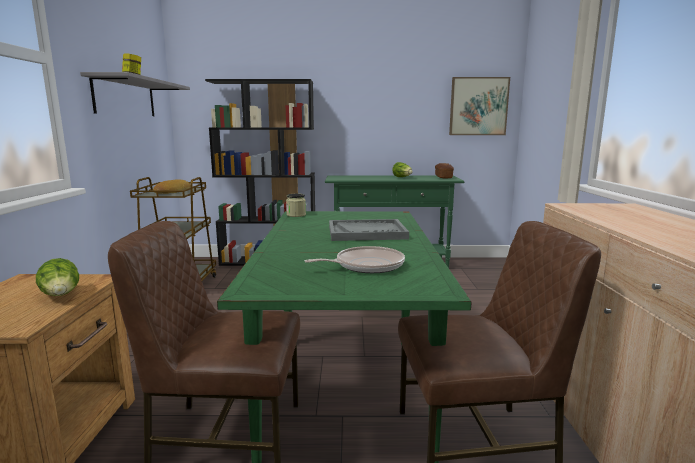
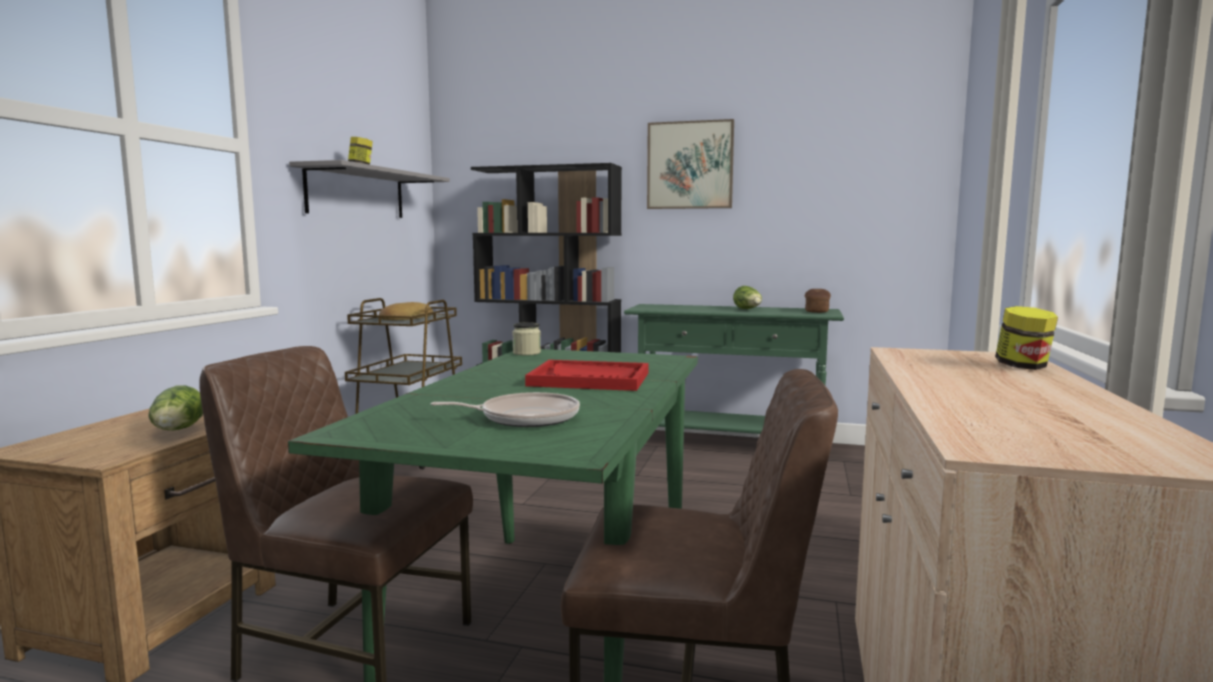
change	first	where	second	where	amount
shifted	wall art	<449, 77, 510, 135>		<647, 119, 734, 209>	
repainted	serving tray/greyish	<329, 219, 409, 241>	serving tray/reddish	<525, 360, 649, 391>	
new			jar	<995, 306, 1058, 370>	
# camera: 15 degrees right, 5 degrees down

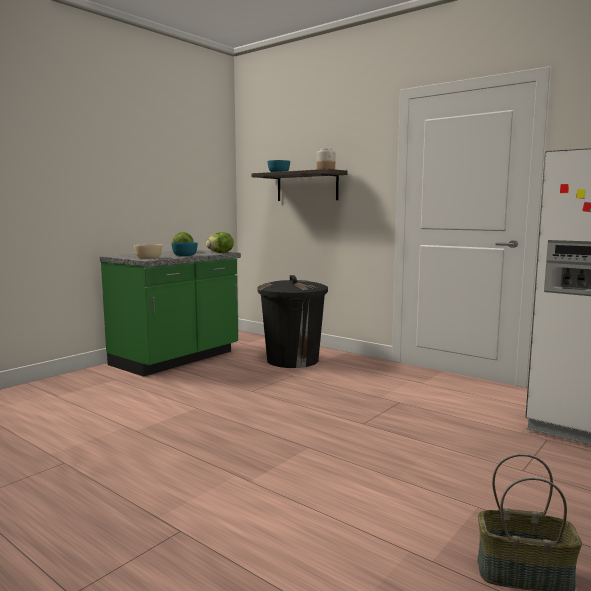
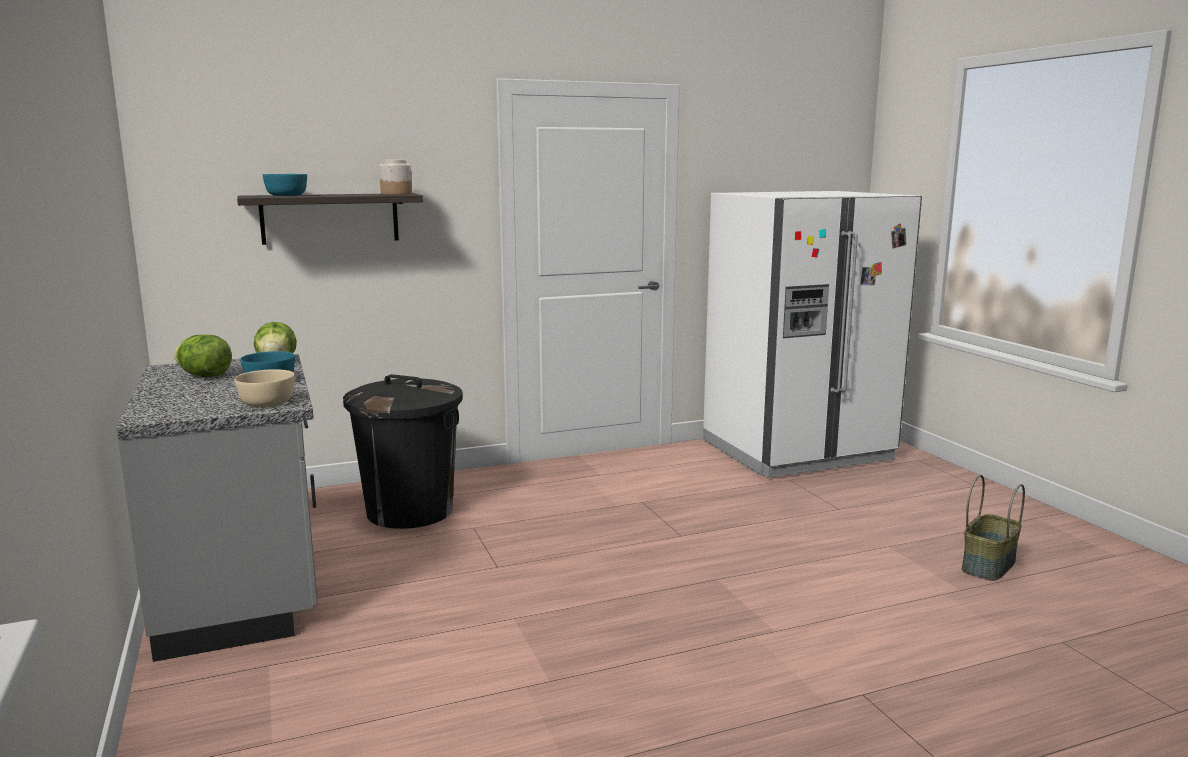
change	first	where	second	where	amount
repainted	kitchen counter/green-coloured	<100, 250, 241, 377>	kitchen counter/greyish	<116, 354, 318, 662>	
# camera: 60 degrees left, 5 degrees up

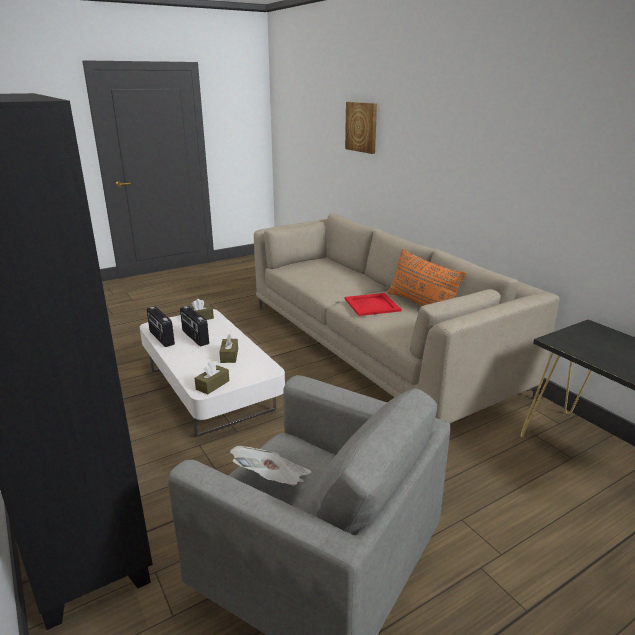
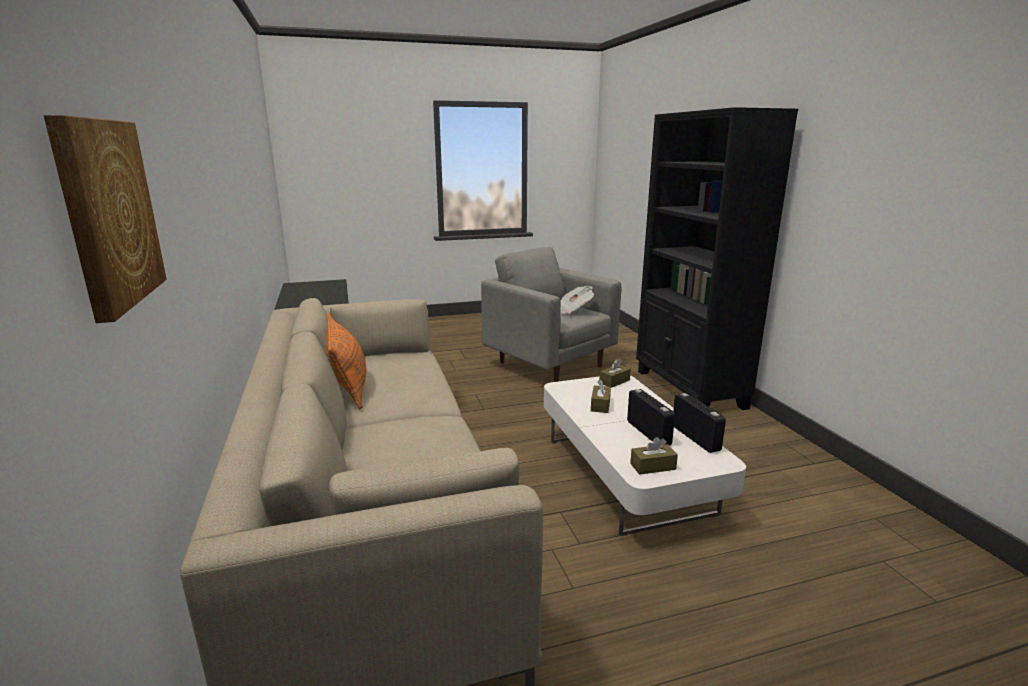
change	first	where	second	where	amount
gone	serving tray/reddish	<345, 293, 402, 316>			
# camera: 165 degrees left, 5 degrees down

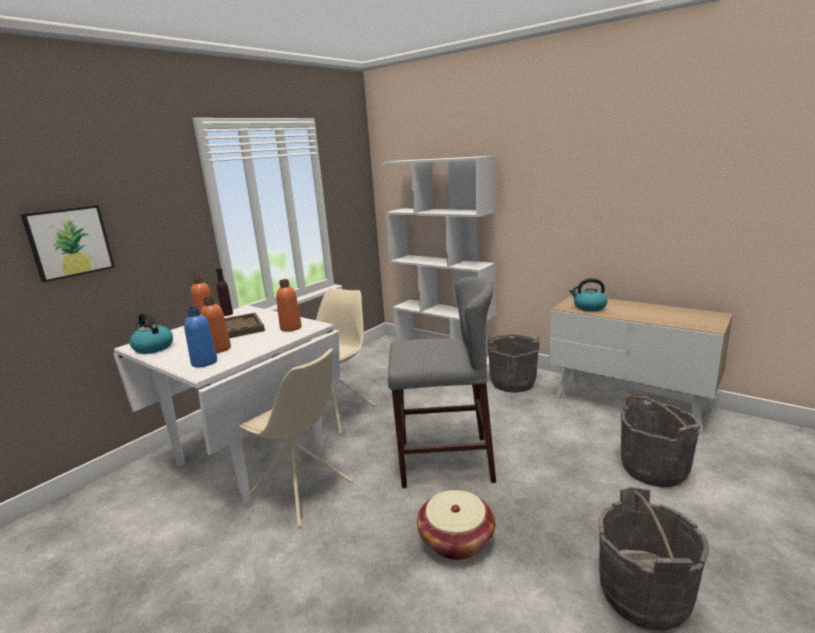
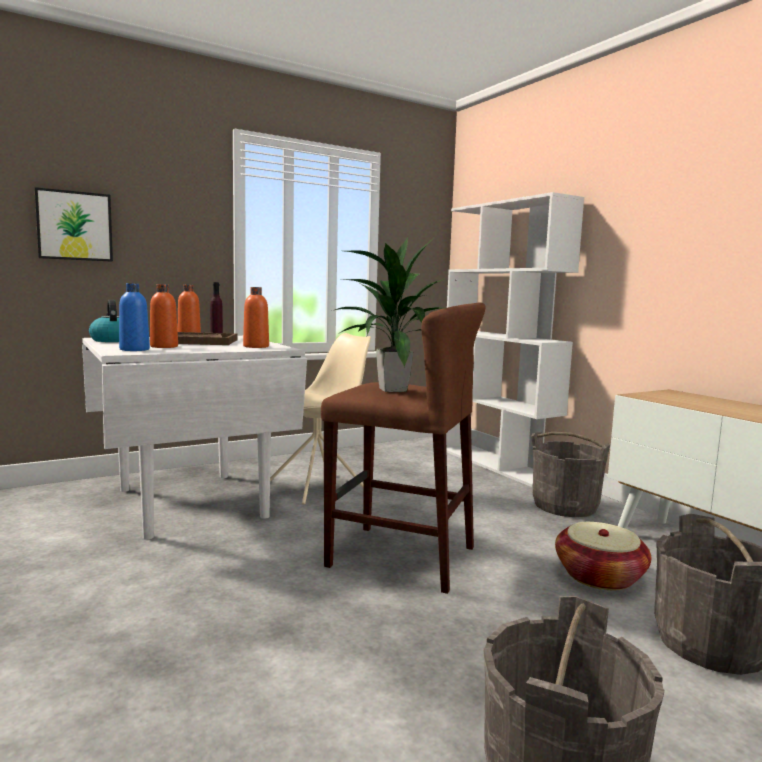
change	first	where	second	where	amount
repainted	sitting stool/greyish	<388, 277, 496, 488>	sitting stool/brown	<321, 302, 485, 594>	
gone	kettle	<570, 278, 608, 311>			
gone	upright chair/beige	<239, 348, 352, 527>			
shifted	storage basket	<417, 490, 495, 560>		<555, 522, 651, 590>	
new			potted plant	<331, 238, 445, 392>	
# camera: 20 degrees right, 10 degrees down

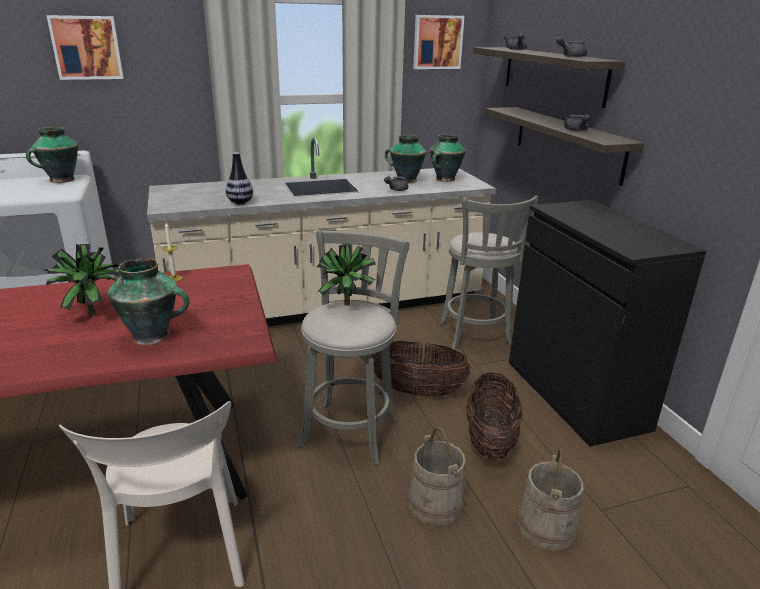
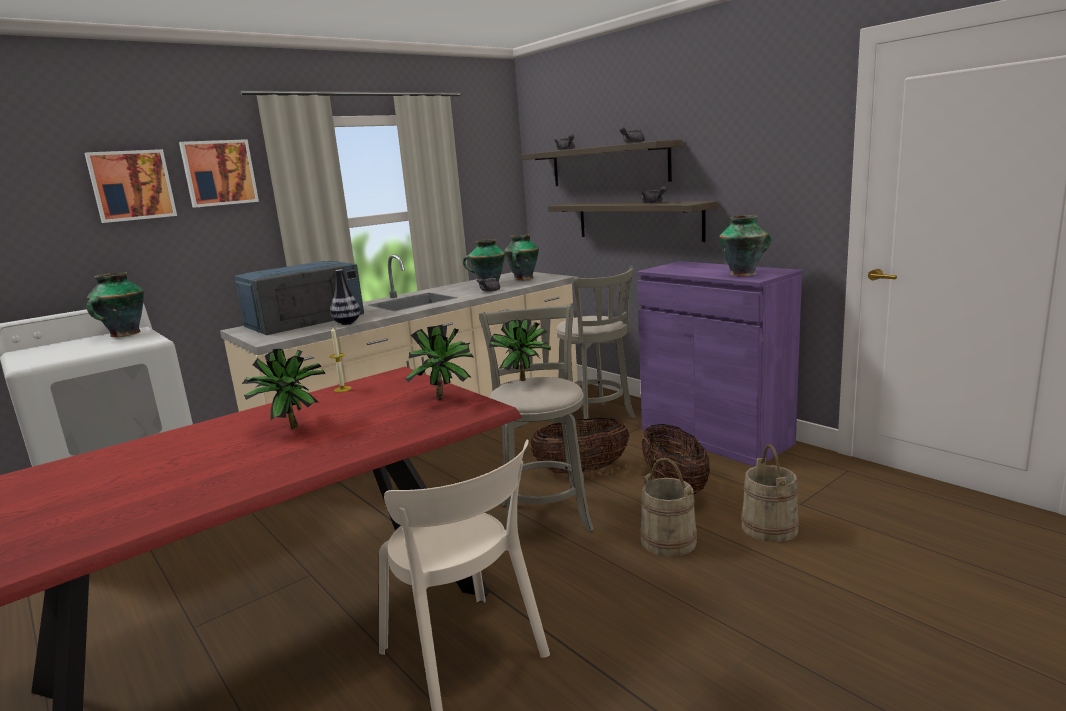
change	first	where	second	where	amount
shifted	wall art	<413, 15, 464, 69>		<179, 139, 259, 208>	
repainted	storage cabinet/black	<509, 200, 706, 447>	storage cabinet/purple-coloured	<637, 261, 802, 467>	
shifted	decorative vase	<108, 258, 190, 345>		<719, 215, 771, 276>	
new			kitchen microwave/blue	<234, 261, 364, 335>	
new			potted plant	<405, 325, 474, 400>	
# camera: 20 degrees left, 10 degrees down

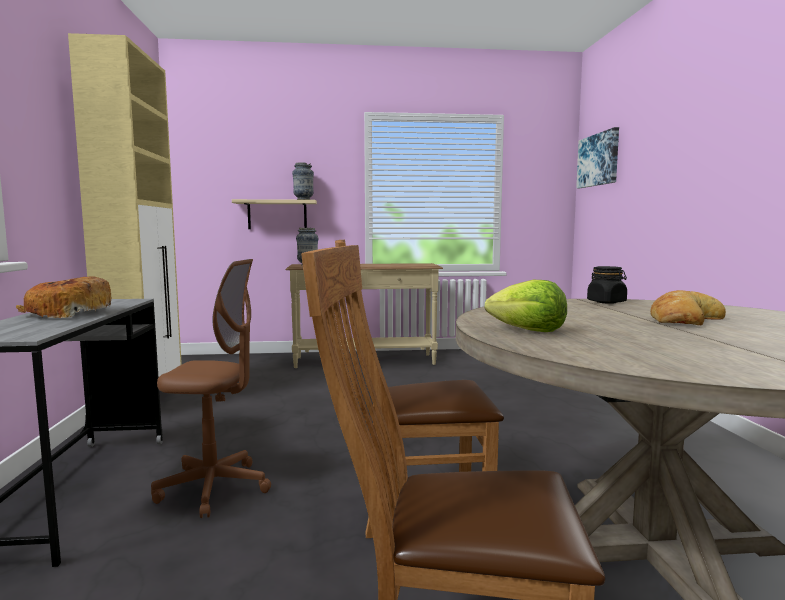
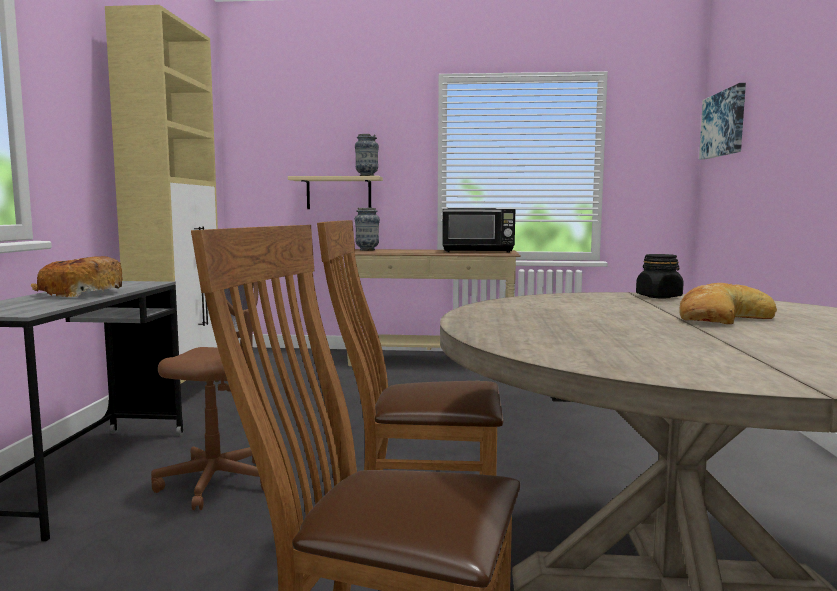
change	first	where	second	where	amount
gone	head of lettuce	<485, 280, 567, 332>			
new			kitchen microwave/black	<442, 208, 515, 253>	
# camera: 10 degrees right, 0 degrees up

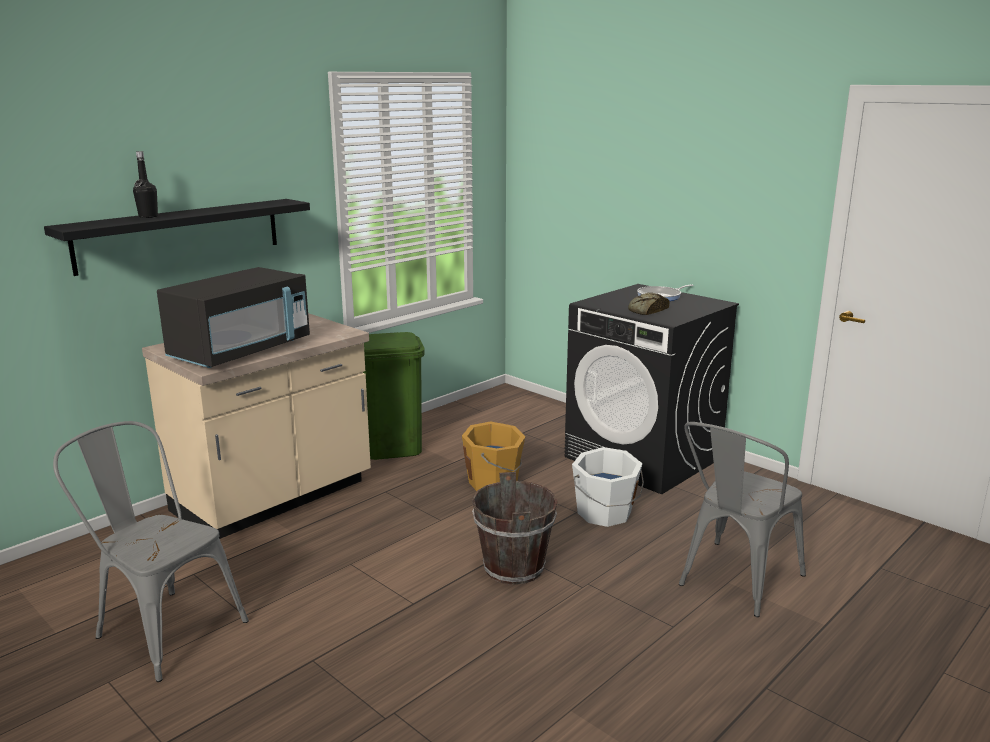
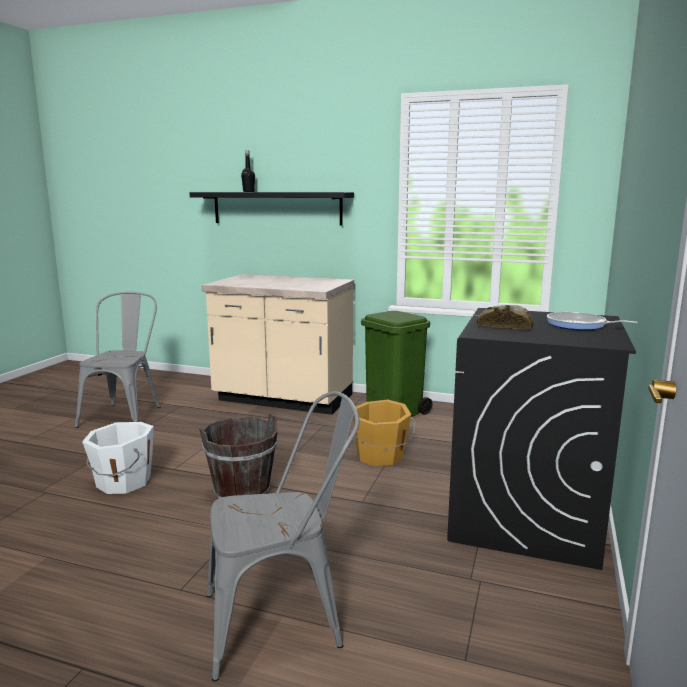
change	first	where	second	where	amount
gone	kitchen microwave/black	<157, 267, 310, 368>			
rotated	upright chair/greyish	<679, 422, 806, 617>		<207, 391, 359, 681>	150 degrees clockwise
shifted	pail/whitish	<572, 447, 644, 527>		<82, 422, 153, 494>	
# camera: 65 degrees right, 5 degrees down

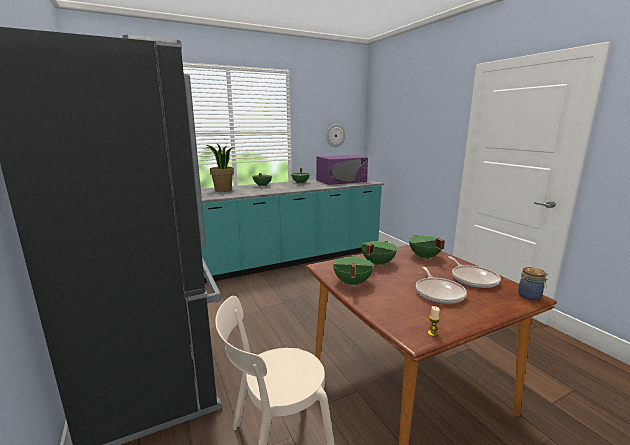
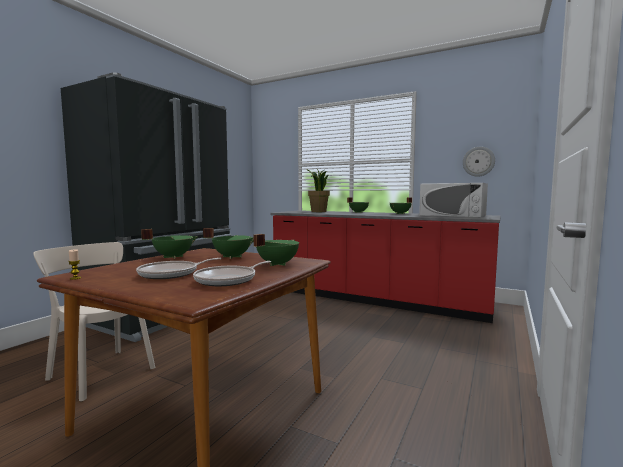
change	first	where	second	where	amount
repainted	kitchen microwave/purple-coloured	<316, 155, 368, 185>	kitchen microwave/whitish	<419, 183, 488, 218>	
repainted	kitchen counter/turquoise-coloured	<201, 179, 384, 283>	kitchen counter/reddish	<270, 210, 501, 323>	
gone	jar	<518, 267, 548, 301>			
# camera: 55 degrees right, 10 degrees down

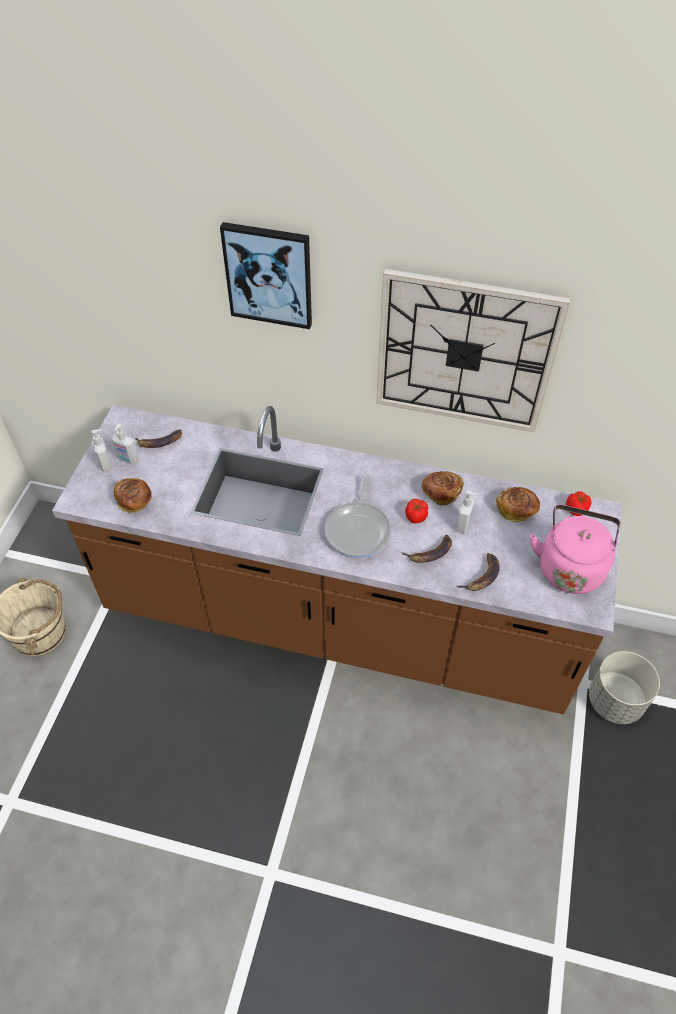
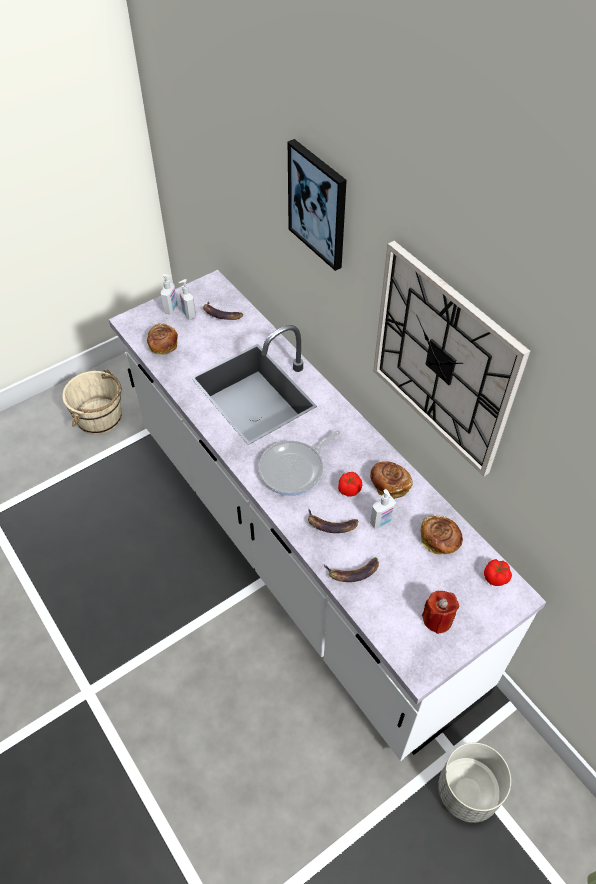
change	first	where	second	where	amount
repainted	kitchen counter/brown	<52, 405, 622, 714>	kitchen counter/whitish	<108, 270, 546, 761>	
swapped	kettle/pink-coloured	<530, 504, 620, 594>	candle/reddish	<422, 591, 459, 634>	
# camera: 40 degrees right, 0 degrees up

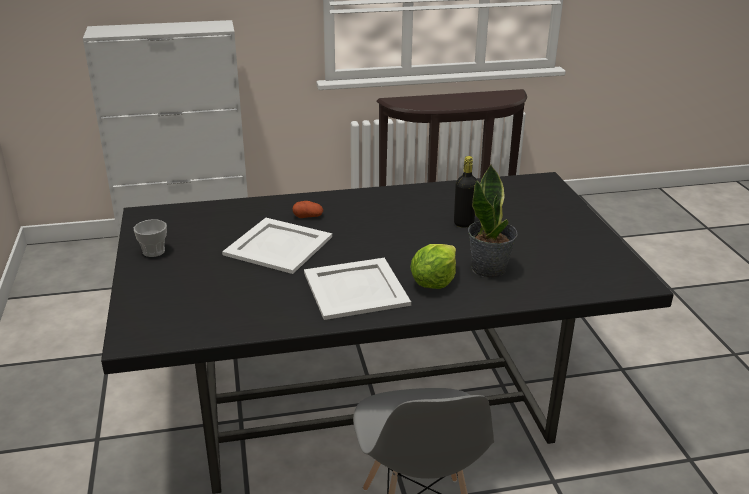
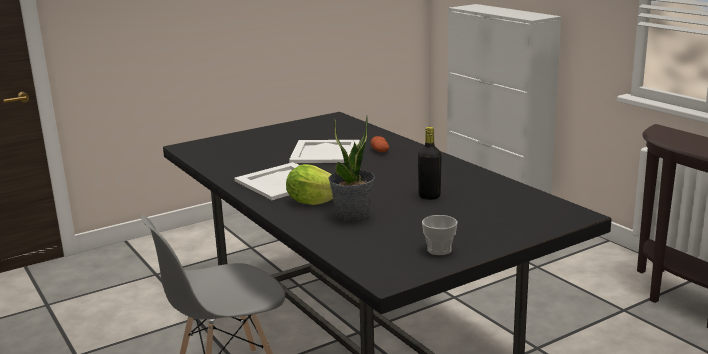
change	first	where	second	where	amount
shifted	small cup	<134, 219, 167, 257>		<422, 215, 457, 255>	
# camera: 70 degrees right, 10 degrees down

